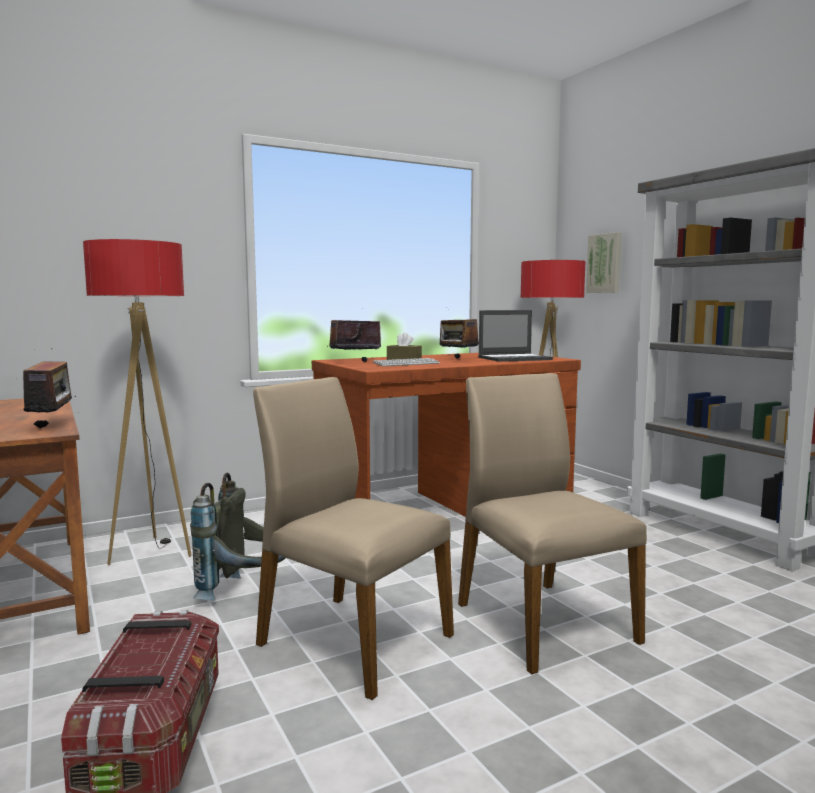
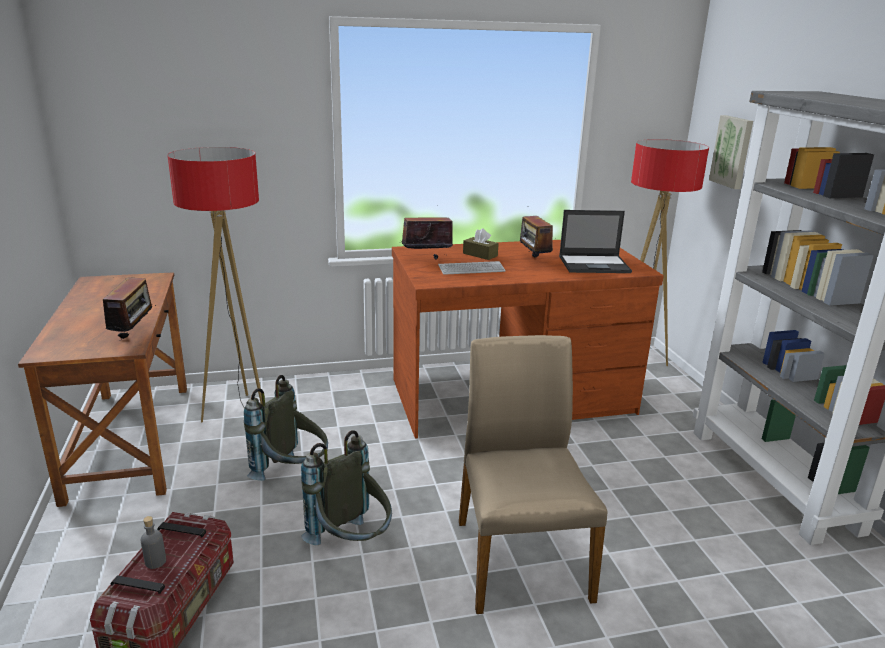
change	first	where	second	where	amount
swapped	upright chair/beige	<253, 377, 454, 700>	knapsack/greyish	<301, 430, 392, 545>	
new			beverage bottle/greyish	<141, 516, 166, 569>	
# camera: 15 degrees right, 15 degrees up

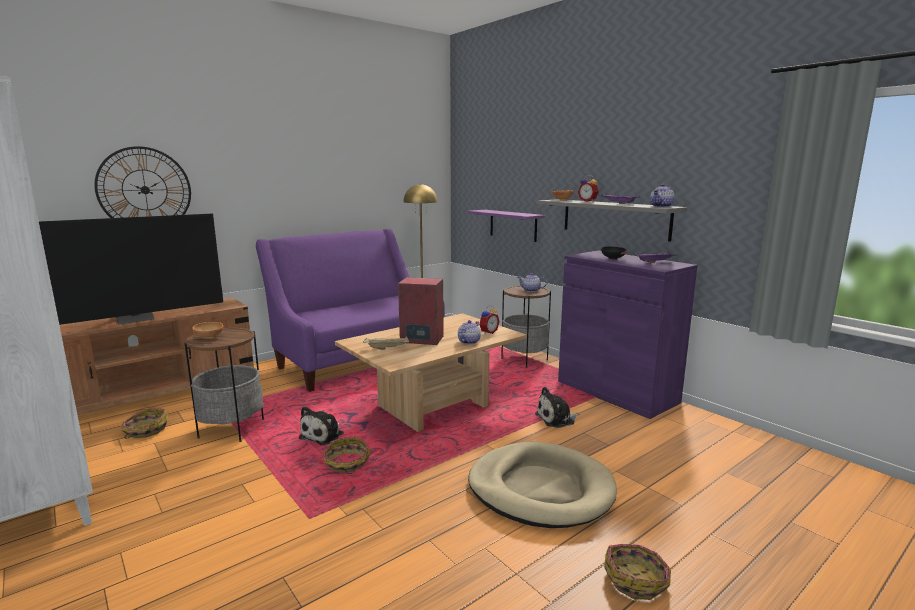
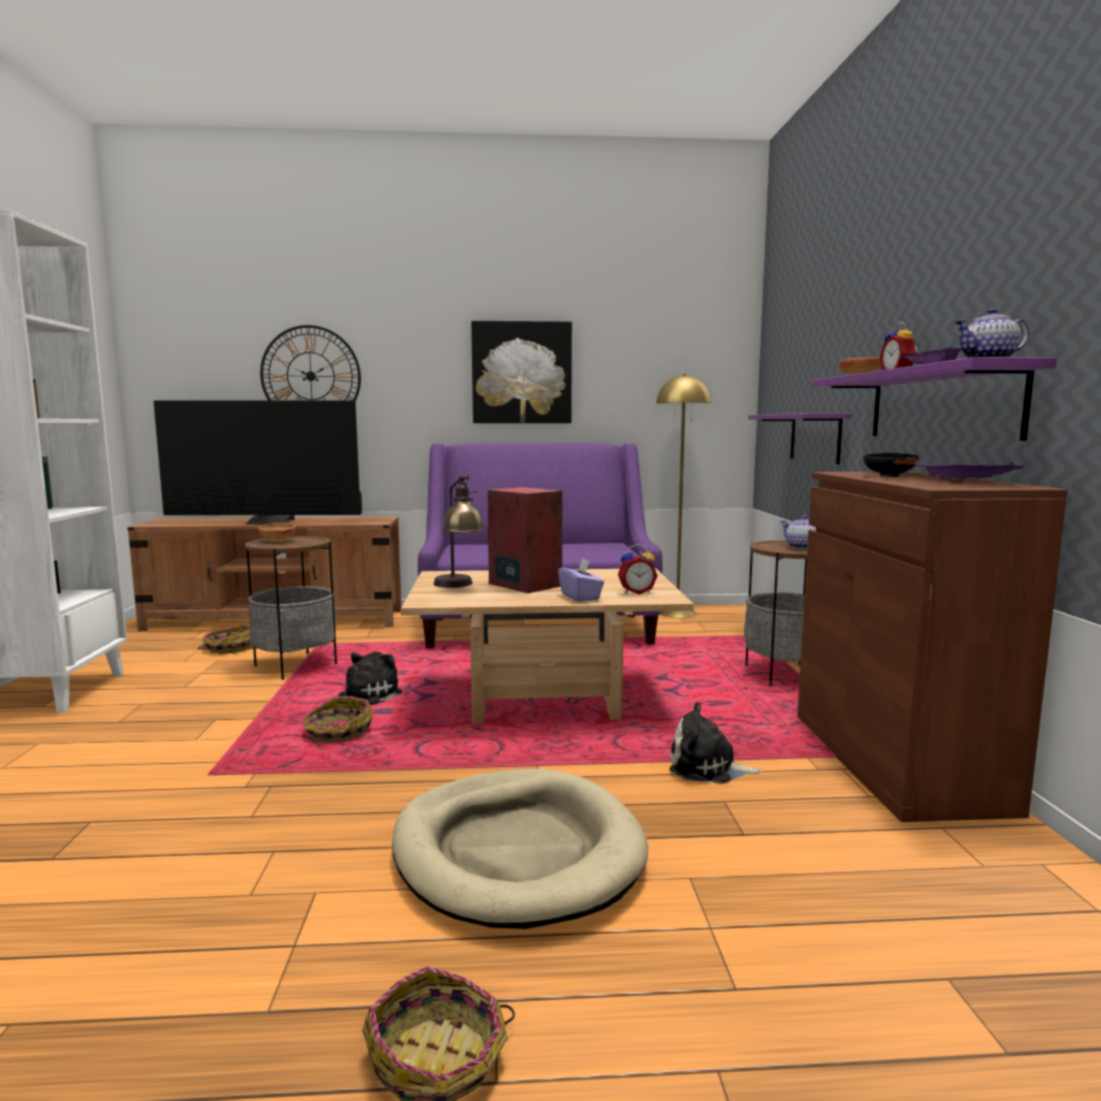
change	first	where	second	where	amount
repainted	bracket shelf/greyish	<537, 199, 687, 242>	bracket shelf/purple-coloured	<811, 357, 1057, 441>	
repainted	storage cabinet/purple-coloured	<558, 251, 698, 419>	storage cabinet/brown	<797, 472, 1067, 822>	
swapped	teapot	<458, 320, 481, 344>	box of tissues/purple-coloured	<558, 558, 604, 602>	
swapped	serving tray/beige	<363, 337, 409, 350>	lamp for a table	<434, 475, 484, 588>	
rotated	plush toy	<299, 406, 344, 445>		<338, 652, 402, 705>	150 degrees clockwise
new			wall art	<471, 321, 572, 423>	
# camera: 35 degrees right, 5 degrees down

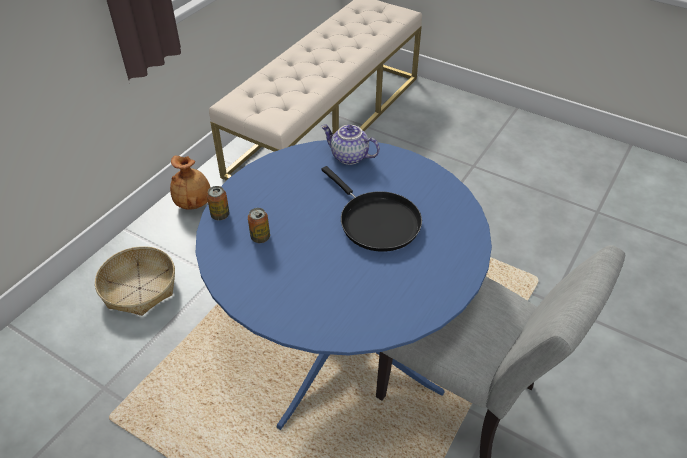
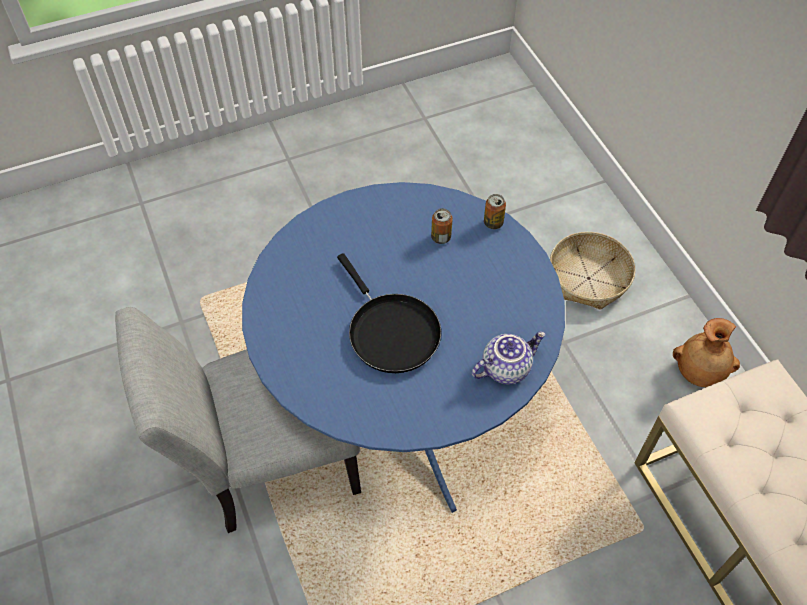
change	first	where	second	where	amount
rotated	pan/black	<321, 166, 422, 252>		<337, 253, 441, 373>	120 degrees counterclockwise
# camera: 125 degrees right, 10 degrees up

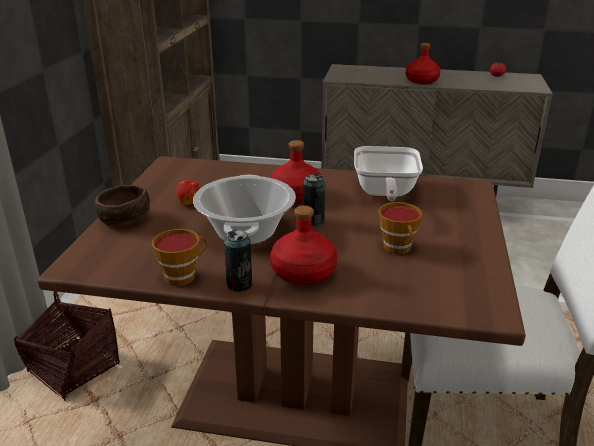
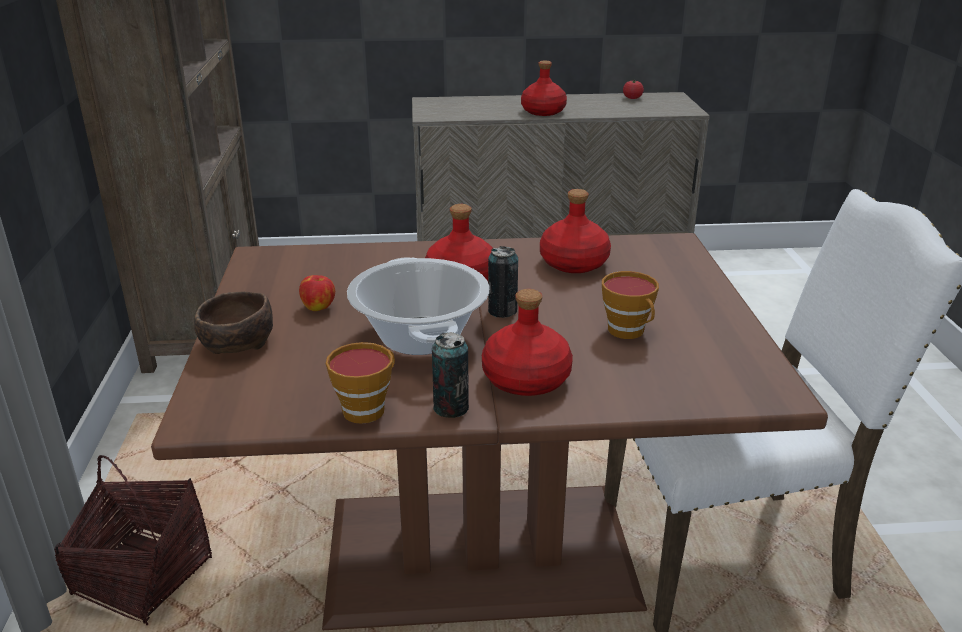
change	first	where	second	where	amount
swapped	pan	<354, 146, 423, 201>	beverage bottle/reddish	<540, 189, 611, 273>	
# camera: 15 degrees left, 0 degrees up

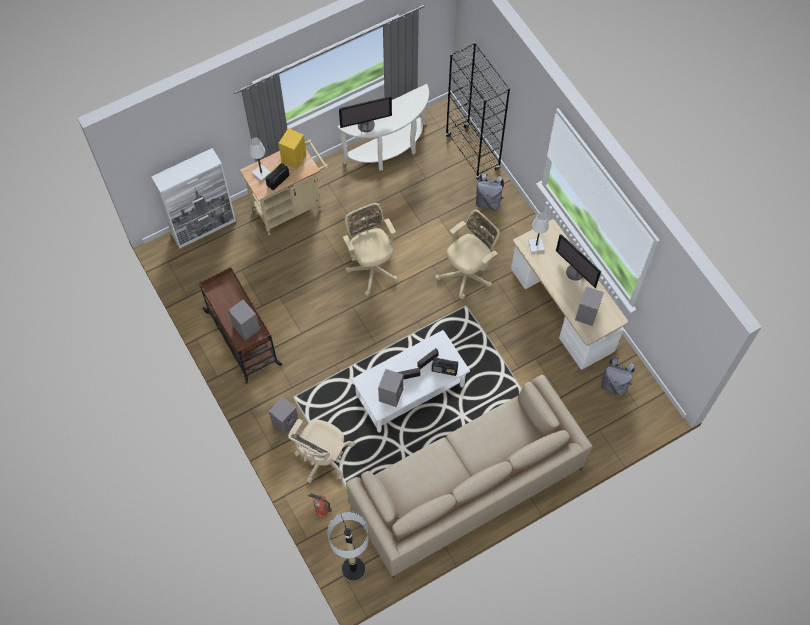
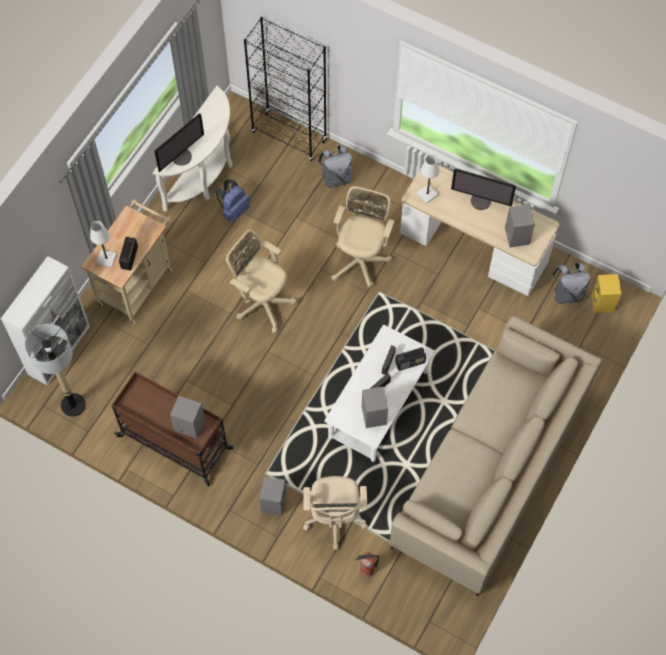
change	first	where	second	where	amount
shifted	speaker/yellow-coloured	<279, 128, 306, 169>		<592, 274, 621, 313>	
shifted	standing lamp	<328, 512, 369, 580>		<25, 324, 86, 417>	
new			knapsack/blue	<215, 179, 250, 222>	
# camera: 30 degrees left, 0 degrees up

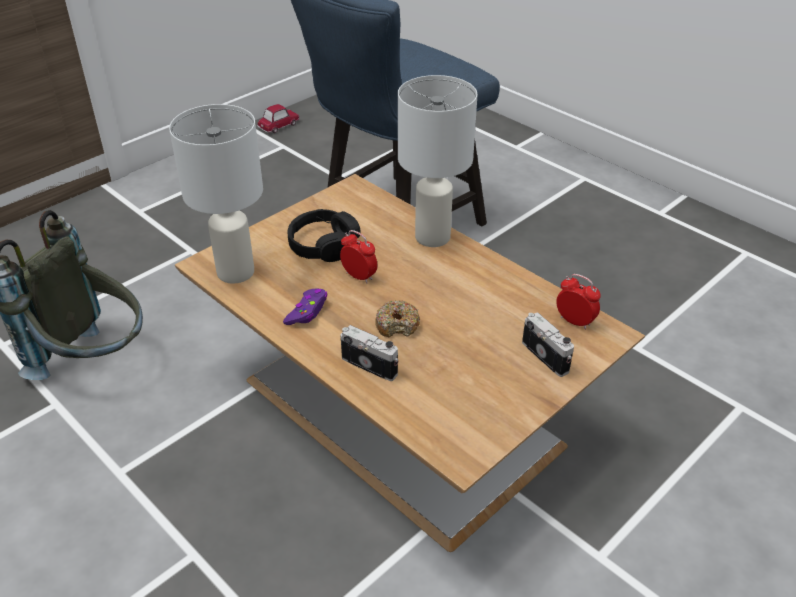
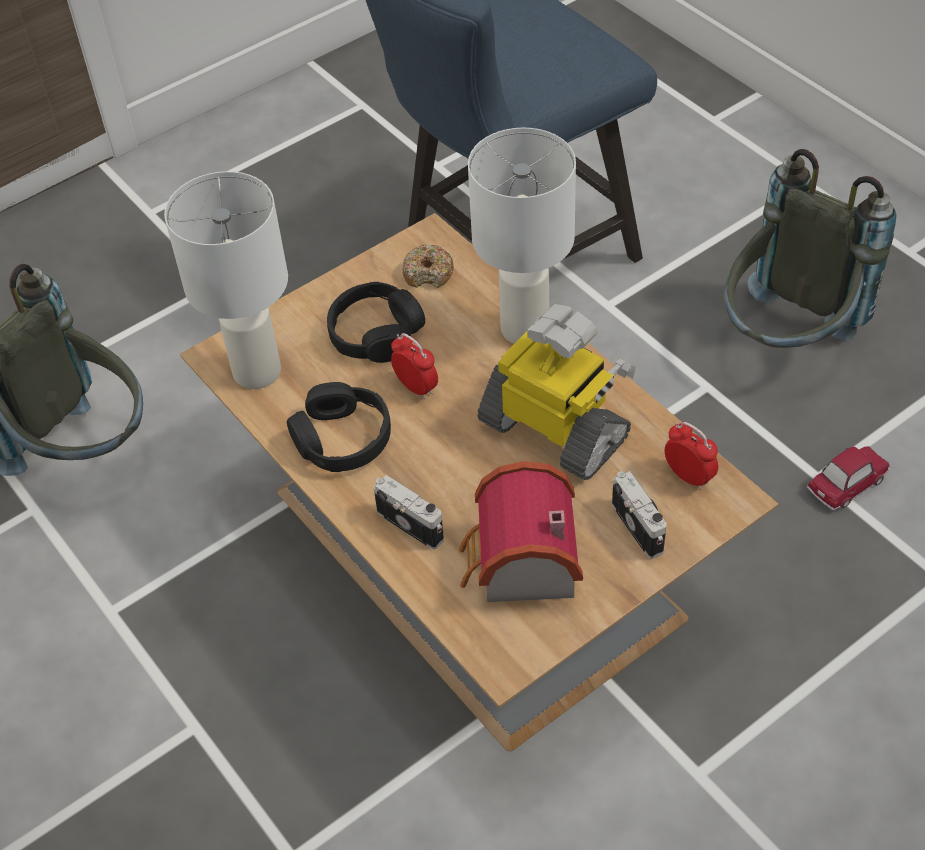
change	first	where	second	where	amount
shifted	model car	<257, 104, 299, 133>		<807, 446, 890, 511>	
swapped	game controller/purple-coloured	<283, 289, 327, 325>	headphones/black	<287, 382, 391, 472>	
shifted	doughnut	<375, 300, 420, 337>		<402, 244, 454, 288>	
new			knapsack/greyish	<724, 149, 897, 348>	
new			toy robot	<477, 304, 636, 480>	
new			toy house	<459, 461, 583, 602>	
# camera: 10 degrees right, 10 degrees up

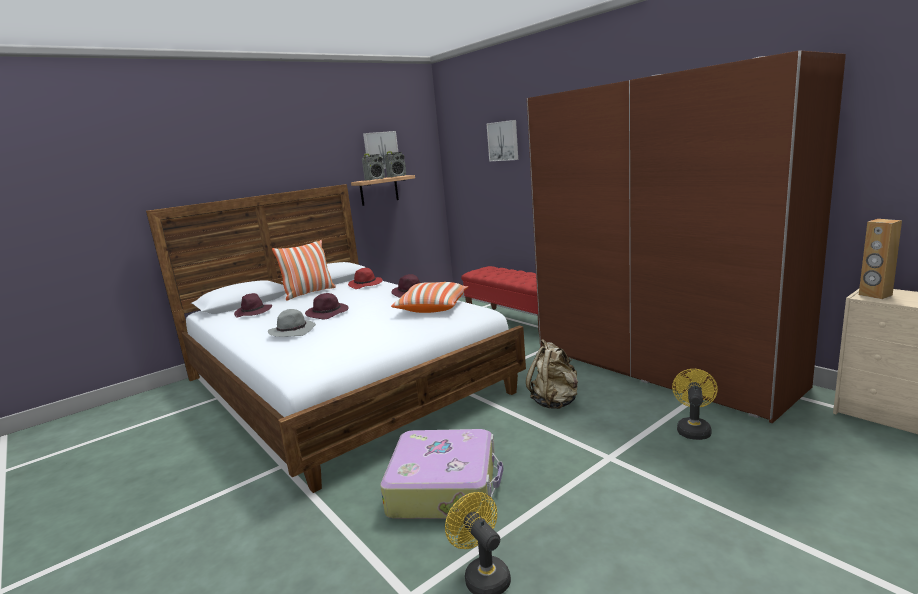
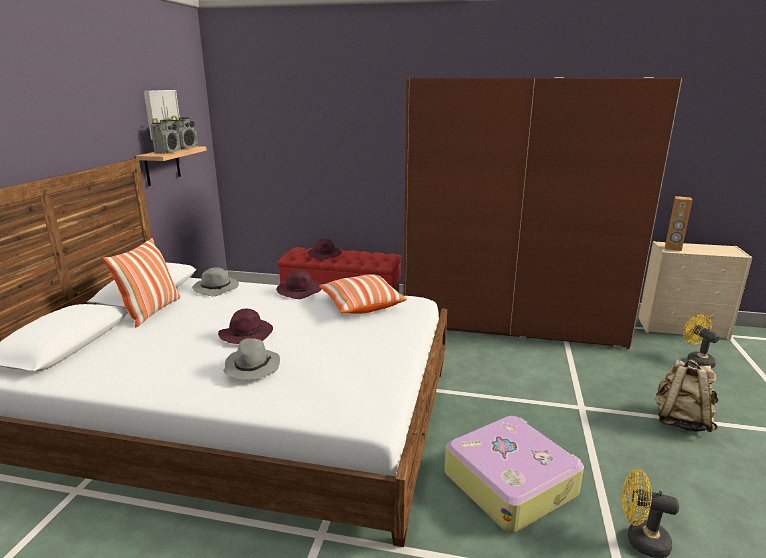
change	first	where	second	where	amount
gone	wall art	<487, 120, 518, 161>			
repainted	hat/reddish	<348, 268, 383, 289>	hat/greyish	<192, 267, 239, 296>	
shifted	hat/purple-coloured	<234, 293, 272, 318>		<308, 239, 342, 260>	
shifted	knapsack/beige	<526, 339, 578, 409>		<655, 359, 718, 432>	
shifted	electric fan/yellow-coloured	<672, 369, 718, 440>		<683, 314, 720, 368>	
# camera: 40 degrees left, 5 degrees up

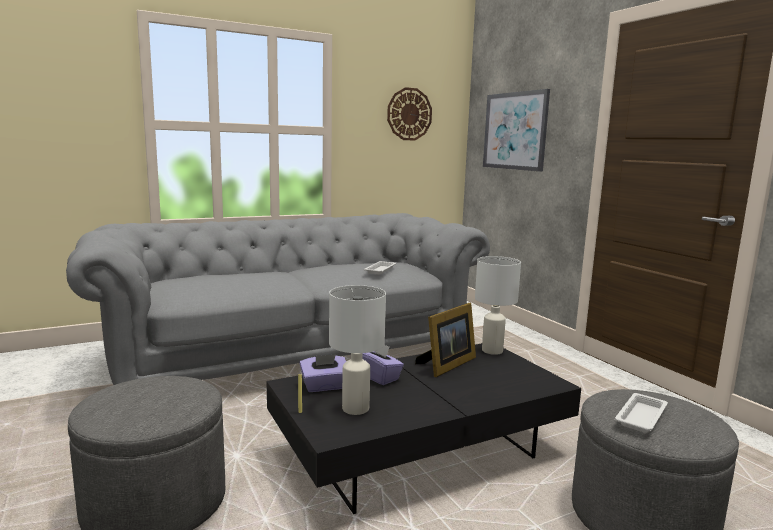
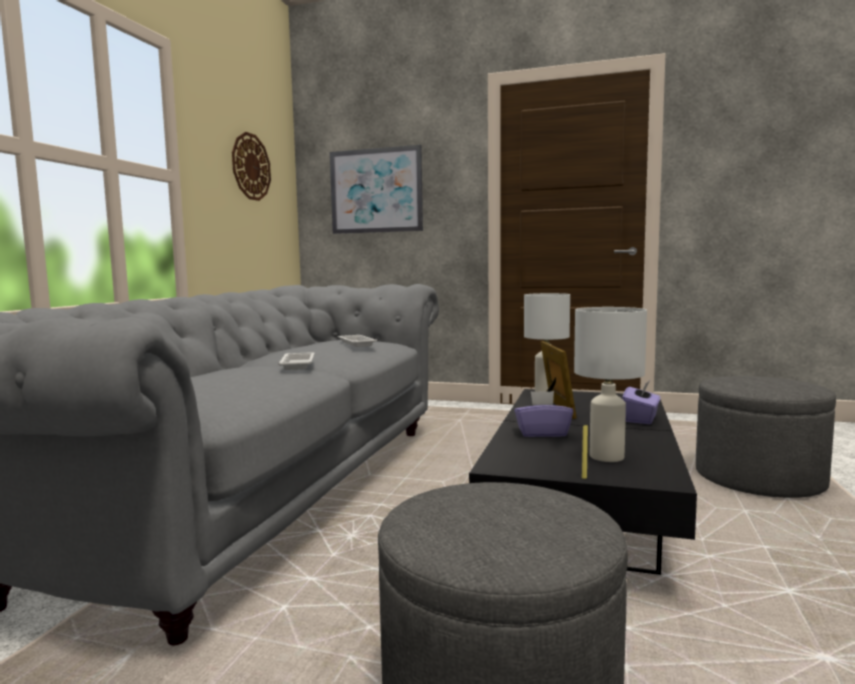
change	first	where	second	where	amount
shifted	box of tissues/purple-coloured	<300, 354, 346, 392>		<622, 380, 661, 424>	
shifted	serving tray/whitish	<615, 393, 668, 432>		<278, 352, 315, 370>	
# camera: 45 degrees left, 5 degrees down

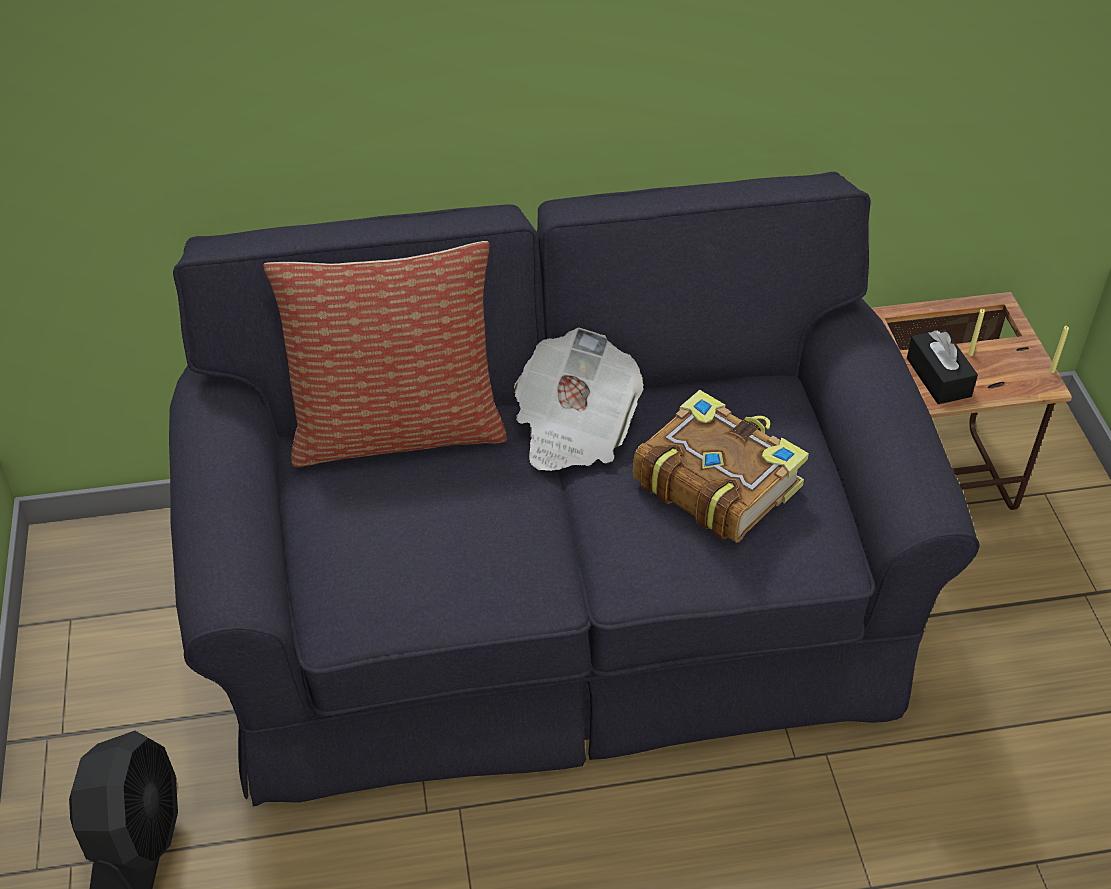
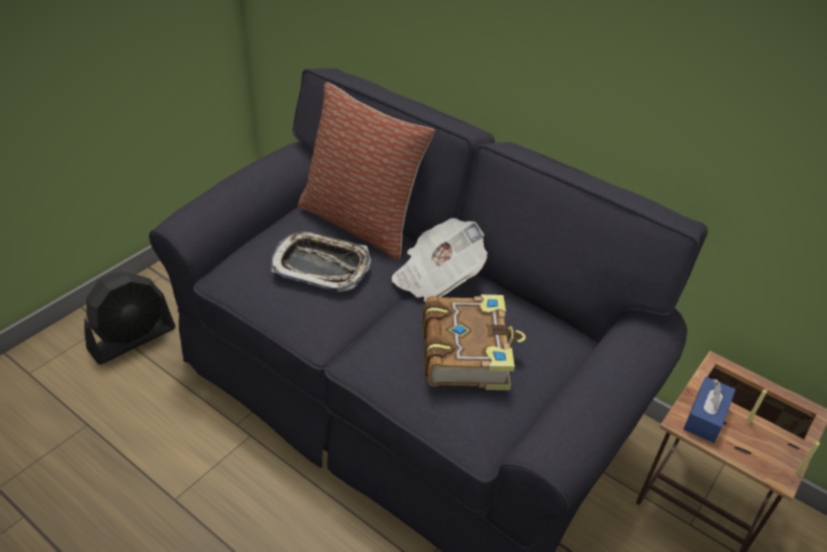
change	first	where	second	where	amount
repainted	box of tissues/black	<907, 329, 978, 404>	box of tissues/blue	<684, 377, 736, 443>	
new			serving tray	<271, 231, 371, 292>	
# camera: 45 degrees right, 5 degrees down

